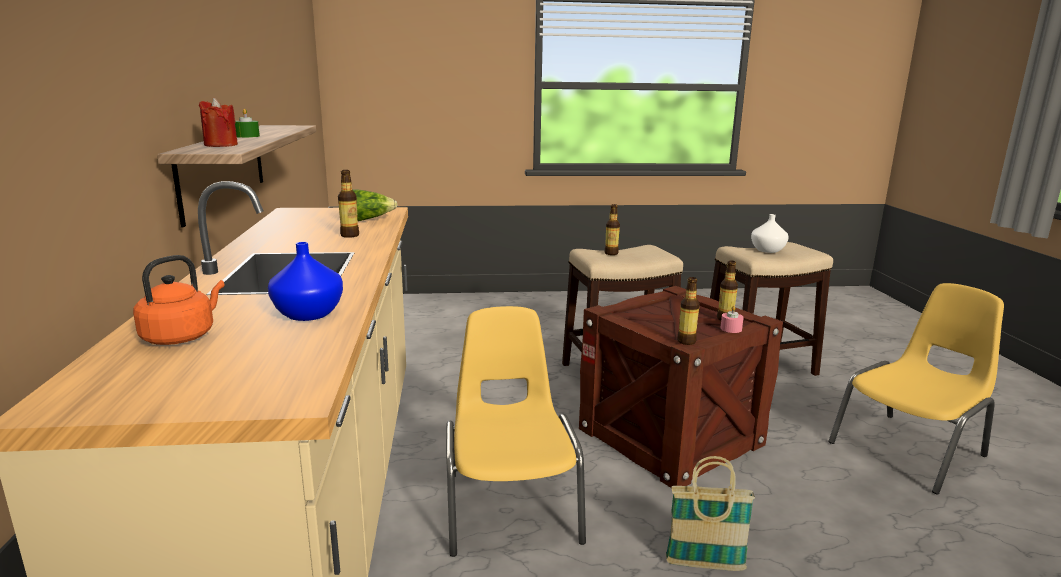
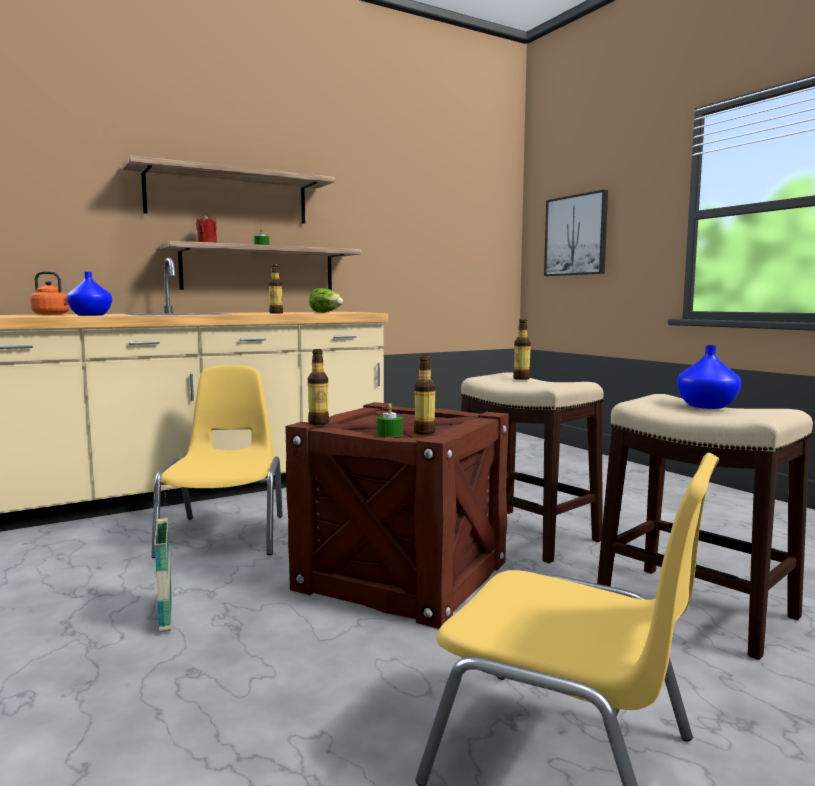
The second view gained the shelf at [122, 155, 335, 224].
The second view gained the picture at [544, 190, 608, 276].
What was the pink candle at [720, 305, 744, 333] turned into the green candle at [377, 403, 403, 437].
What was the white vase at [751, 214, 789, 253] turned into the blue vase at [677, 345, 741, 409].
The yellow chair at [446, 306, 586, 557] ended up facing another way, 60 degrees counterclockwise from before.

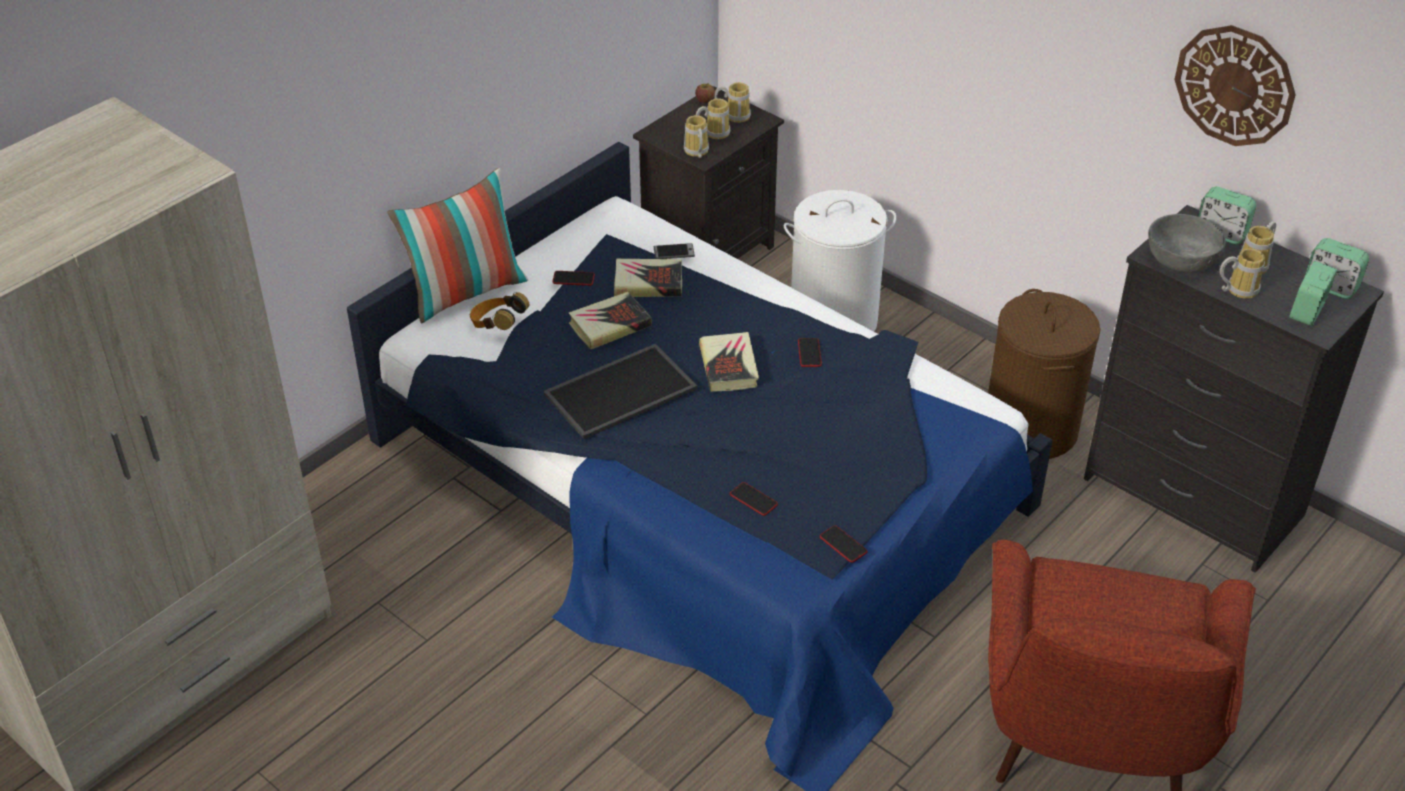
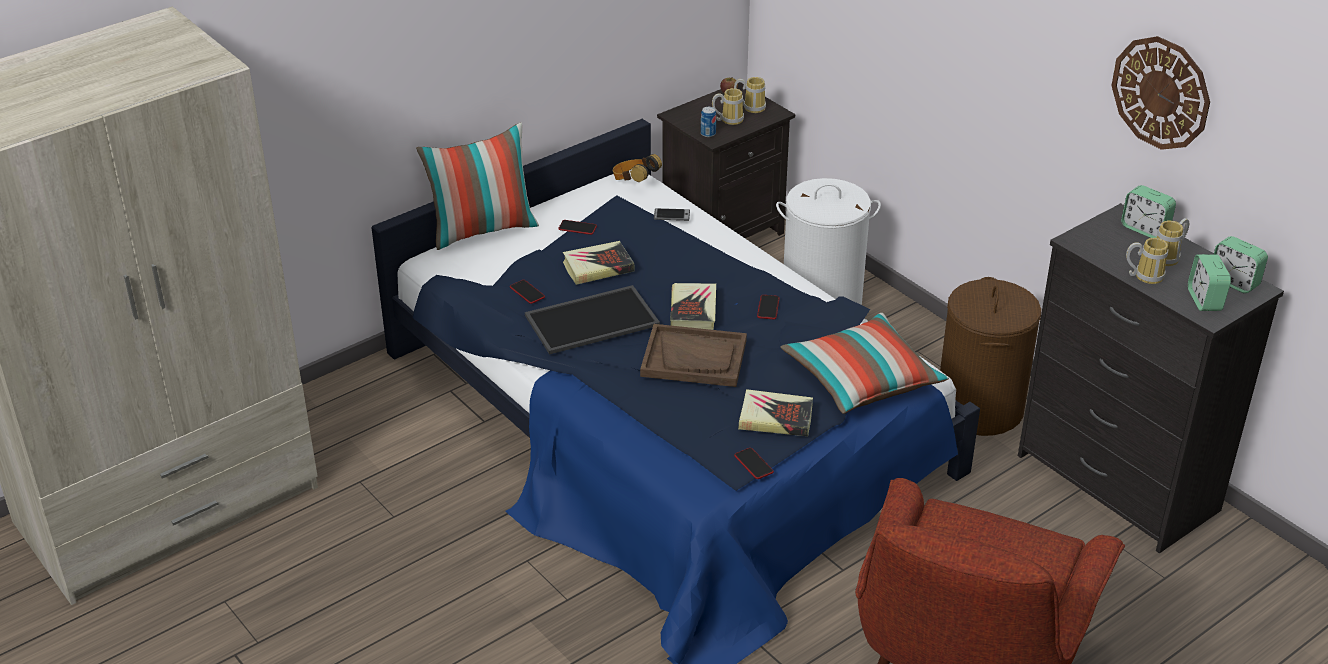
The second view lost the grey bowl at [1148, 214, 1226, 273].
The second view gained the brown tray at [640, 324, 747, 387].
The second view gained the pillow at [780, 313, 949, 414].
The headphones ended up elsewhere, having gone from [470, 292, 529, 330] to [613, 154, 662, 182].
The book ended up elsewhere, having gone from [614, 259, 682, 297] to [738, 389, 813, 436].
The phone ended up elsewhere, having gone from [730, 482, 778, 516] to [510, 280, 545, 304].
Where the mug stood at [684, 115, 709, 158], the can came to stand at [701, 107, 716, 137].
The alarm clock at [1289, 261, 1337, 326] ended up facing another way, 45 degrees counterclockwise from before.

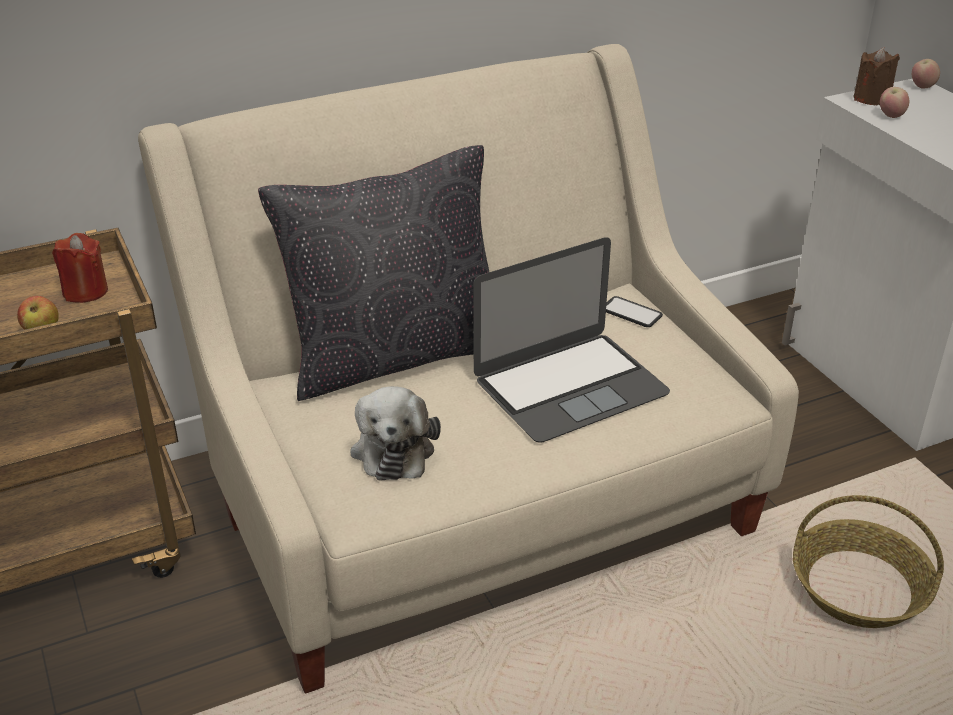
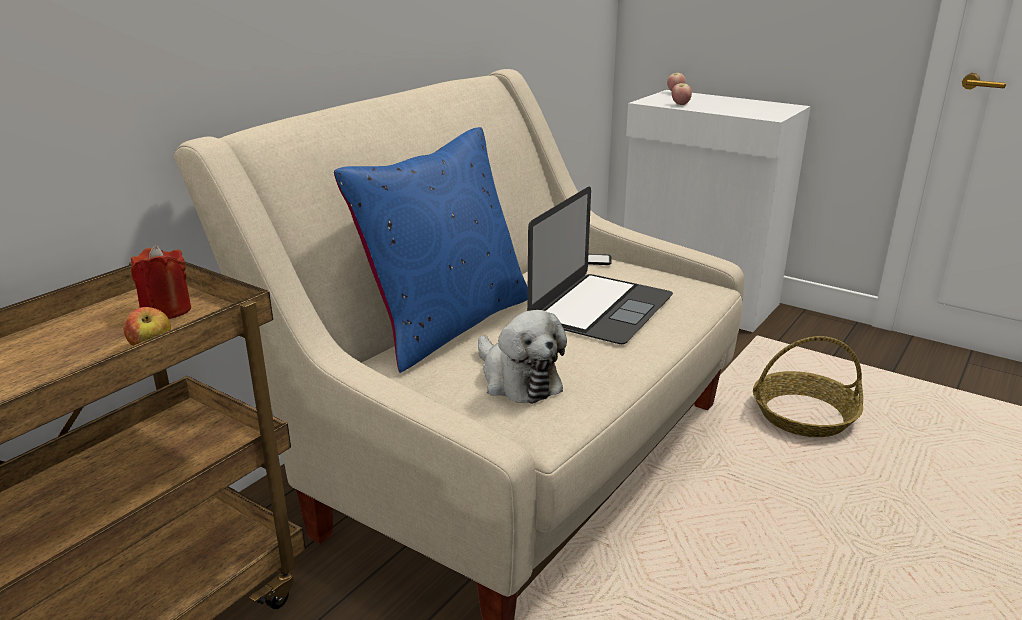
The second view lost the brown candle at [854, 47, 900, 105].
What was the black pillow at [258, 145, 489, 401] turned into the blue pillow at [334, 127, 528, 373].

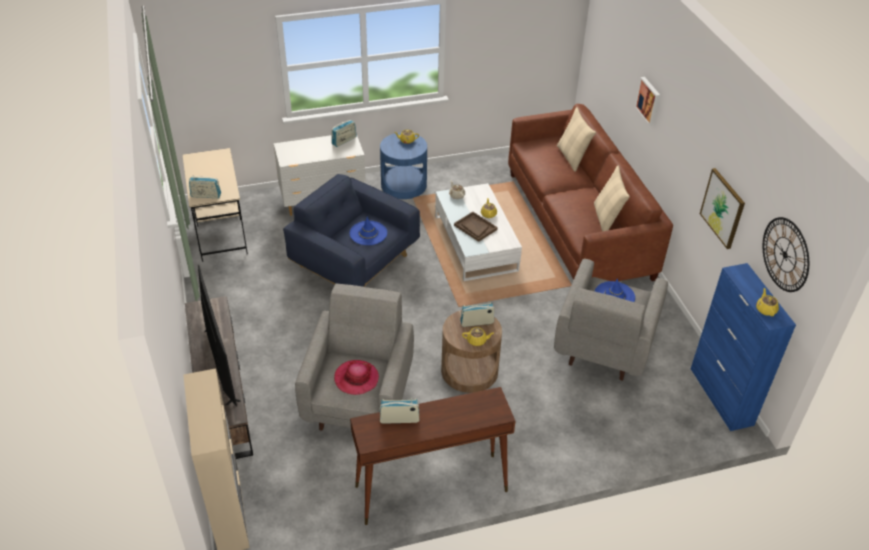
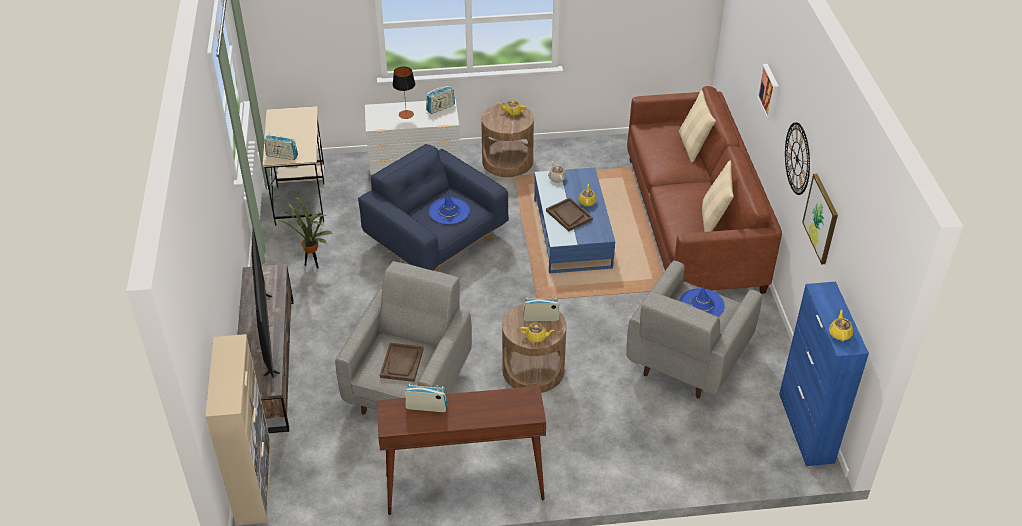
The second view gained the potted plant at [275, 196, 333, 269].
The second view gained the table lamp at [393, 67, 415, 119].
The wall clock ended up elsewhere, having gone from [763, 217, 809, 292] to [785, 122, 810, 195].
Where the hat stood at [334, 360, 379, 395], the brown tray came to stand at [380, 343, 424, 382].
What was the blue side table at [380, 132, 427, 199] turned into the brown side table at [481, 103, 534, 177].
What was the white coffee table at [435, 183, 522, 281] turned into the blue coffee table at [534, 168, 615, 273].

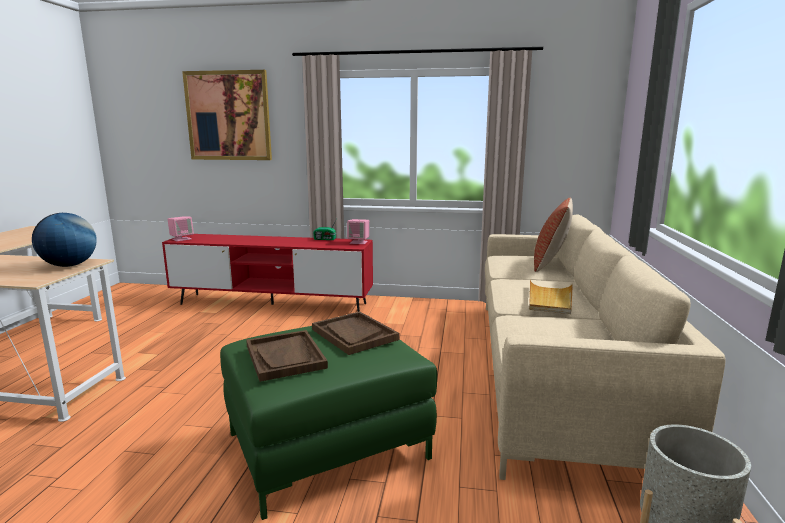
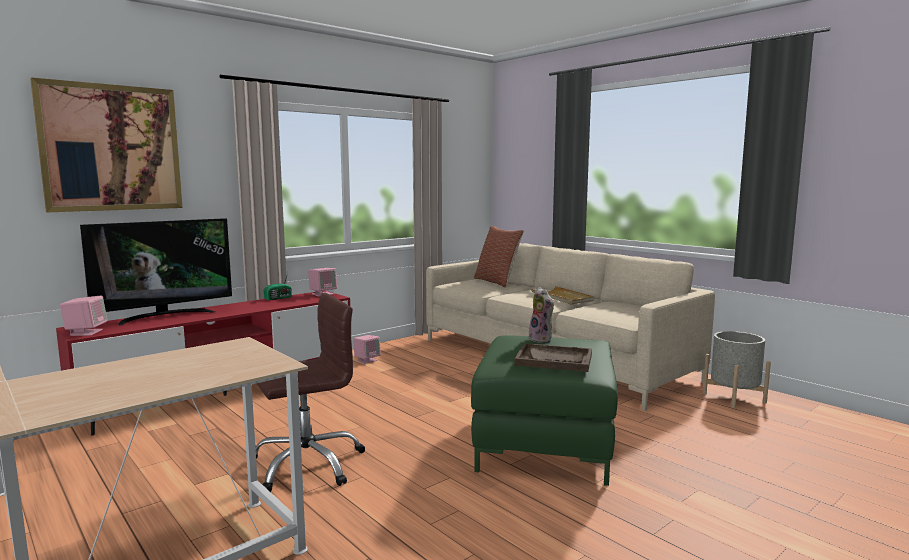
The second view lost the globe at [32, 213, 97, 267].
The second view gained the television at [80, 218, 232, 326].
The second view gained the brown office chair at [255, 292, 365, 492].
The second view gained the pink speaker at [353, 335, 381, 364].
Where the brown tray stood at [312, 311, 399, 355], the plush toy came to stand at [528, 287, 554, 343].

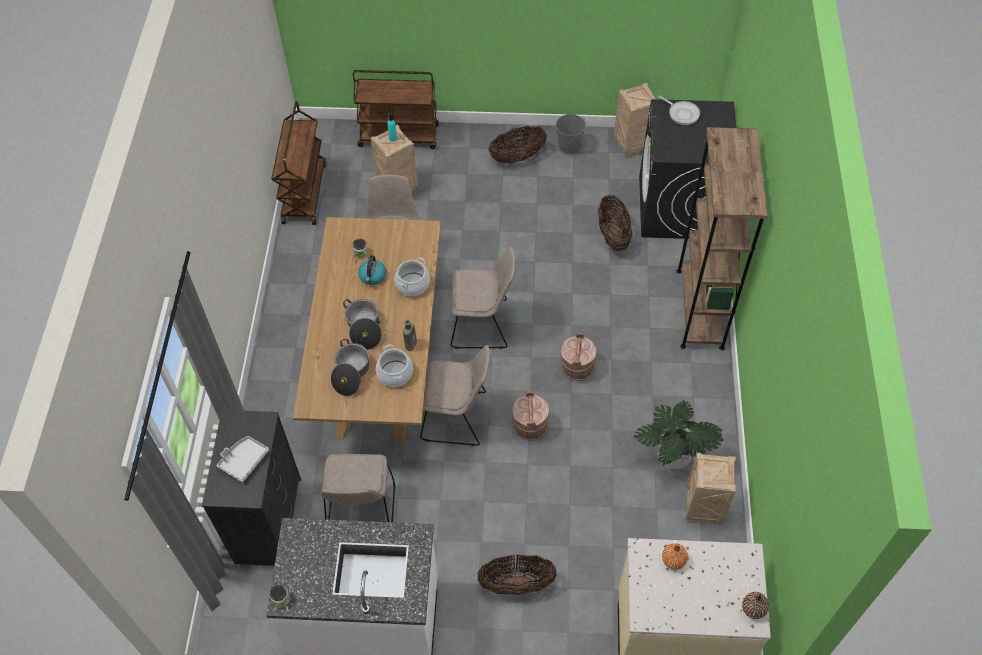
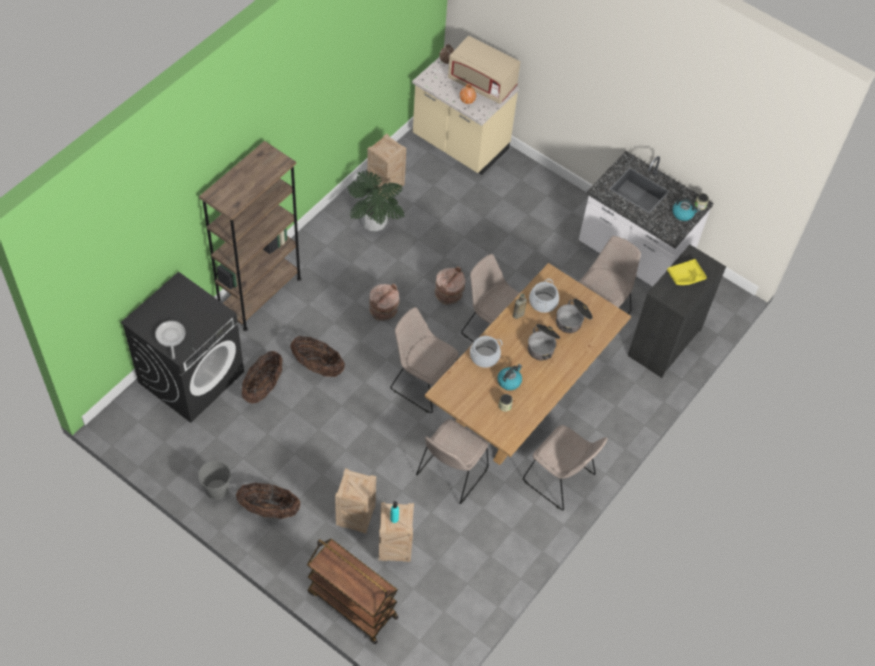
The second view lost the brown cart at [271, 101, 326, 225].
The second view gained the beige microwave at [448, 36, 520, 104].
The second view gained the beige chair at [523, 425, 608, 511].
The second view gained the kettle at [672, 198, 700, 221].
The basket ended up elsewhere, having gone from [477, 555, 557, 595] to [290, 336, 345, 377].
The crate ended up elsewhere, having gone from [614, 83, 655, 156] to [335, 468, 376, 533].
What was the grey tray at [216, 436, 269, 482] turned into the yellow tray at [667, 259, 707, 285].

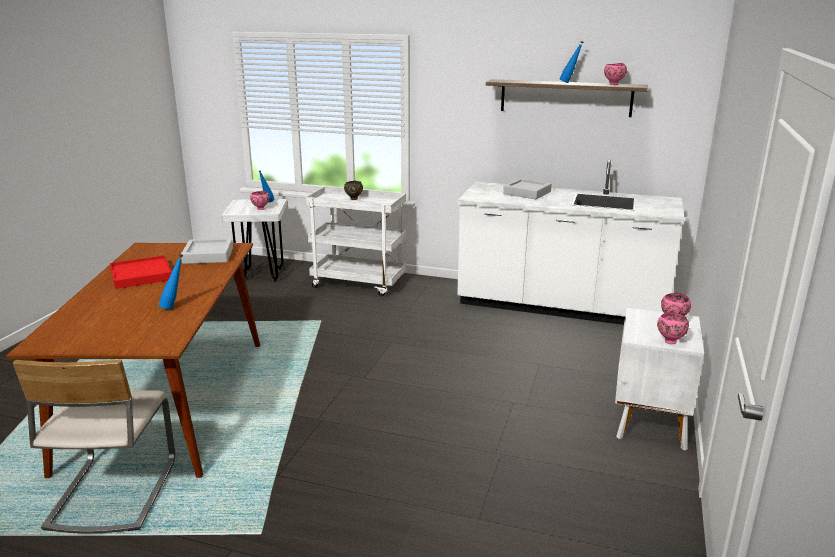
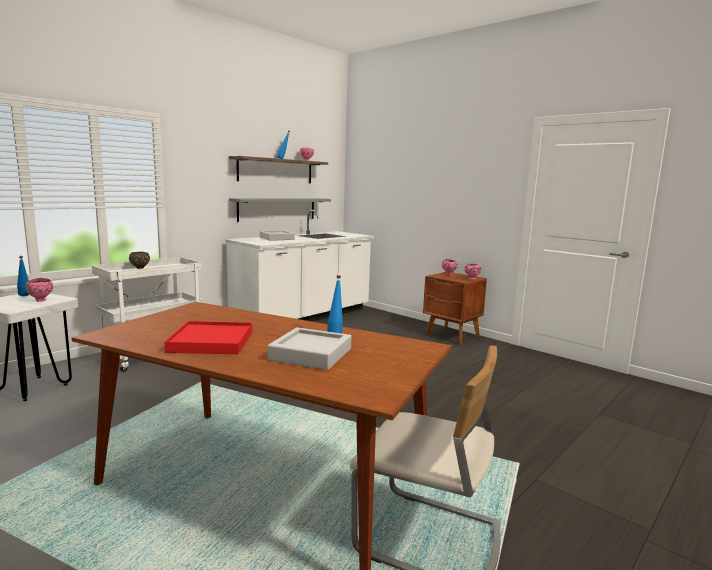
The second view gained the grey shelf at [229, 198, 331, 222].
The grey tray ended up elsewhere, having gone from [181, 238, 233, 264] to [267, 327, 351, 370].
What was the white nightstand at [615, 308, 704, 451] turned into the brown nightstand at [423, 272, 487, 345].

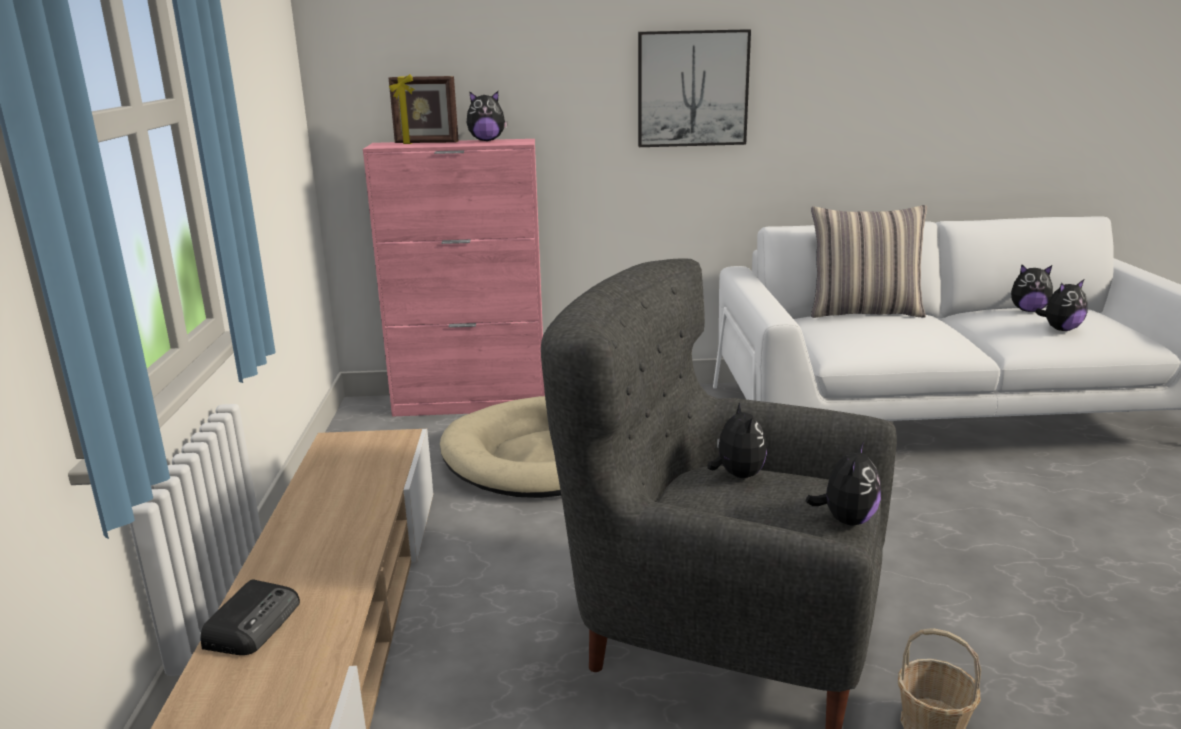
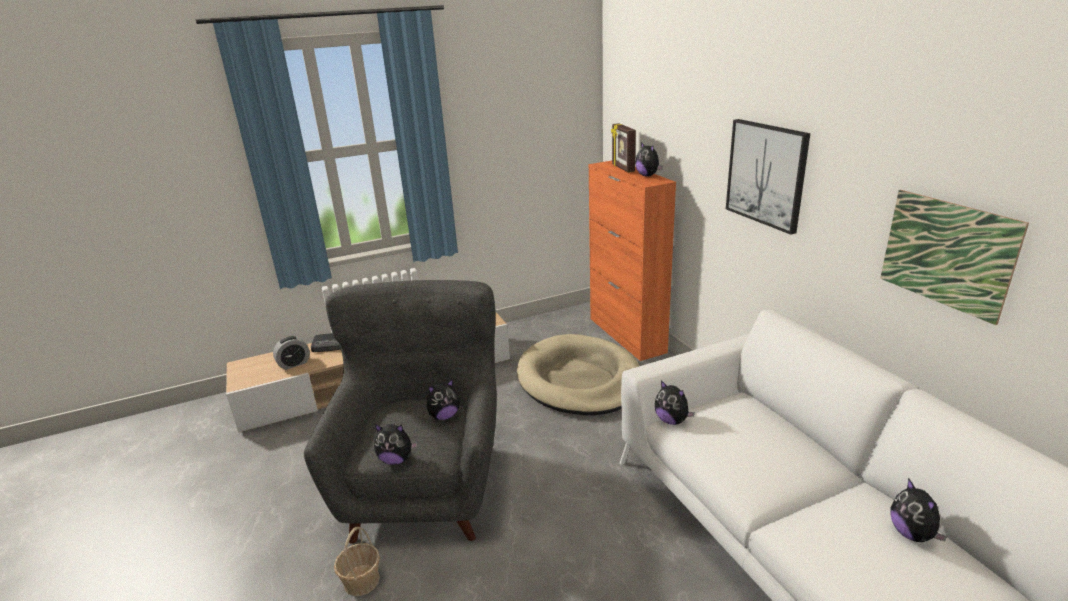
The second view lost the pillow at [811, 205, 927, 318].
The second view gained the alarm clock at [273, 336, 310, 370].
The second view gained the picture at [880, 190, 1029, 325].
The plush toy ended up elsewhere, having gone from [1035, 280, 1088, 331] to [655, 380, 695, 425].
What was the pink cabinet at [363, 139, 545, 417] turned into the orange cabinet at [588, 161, 676, 361].

